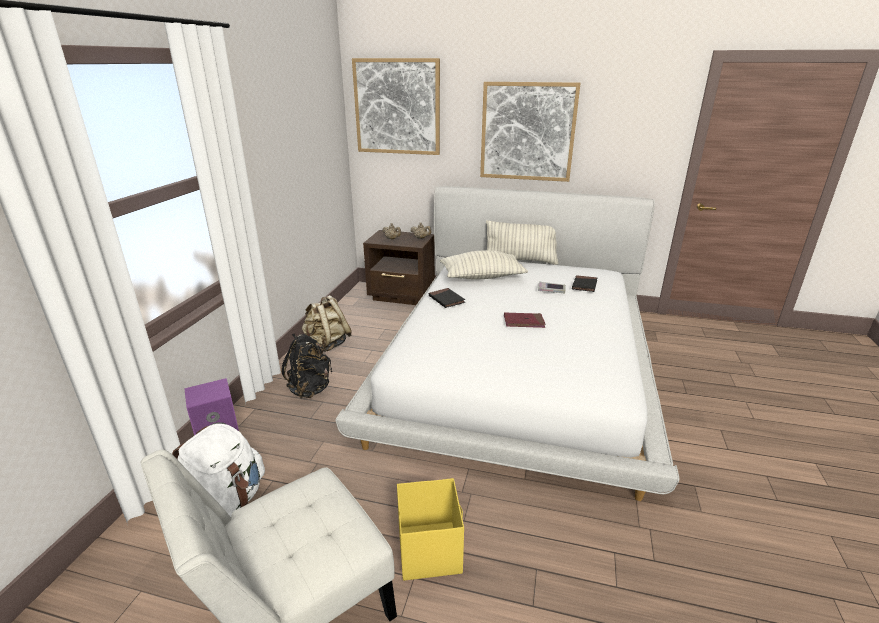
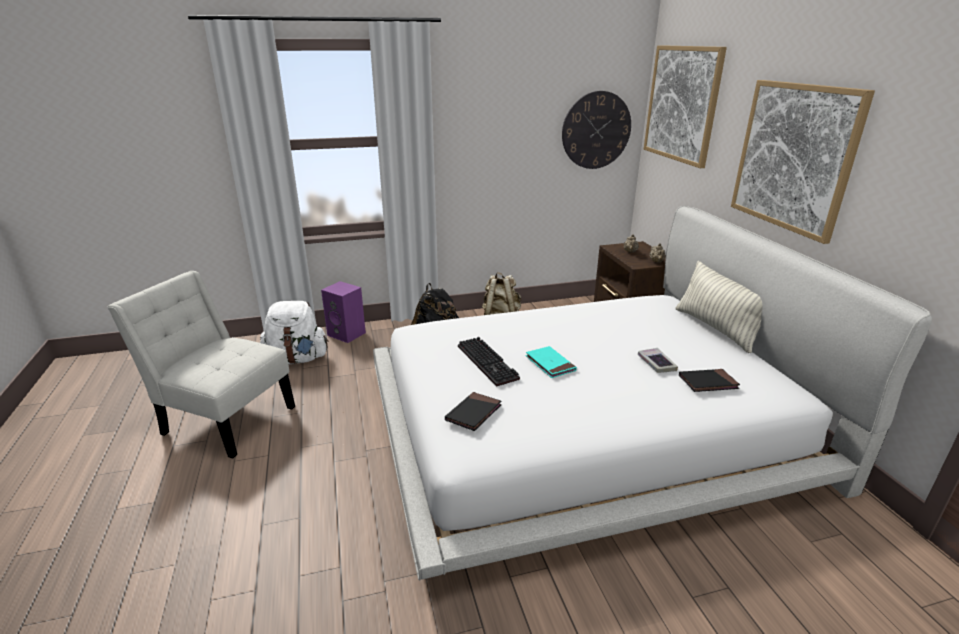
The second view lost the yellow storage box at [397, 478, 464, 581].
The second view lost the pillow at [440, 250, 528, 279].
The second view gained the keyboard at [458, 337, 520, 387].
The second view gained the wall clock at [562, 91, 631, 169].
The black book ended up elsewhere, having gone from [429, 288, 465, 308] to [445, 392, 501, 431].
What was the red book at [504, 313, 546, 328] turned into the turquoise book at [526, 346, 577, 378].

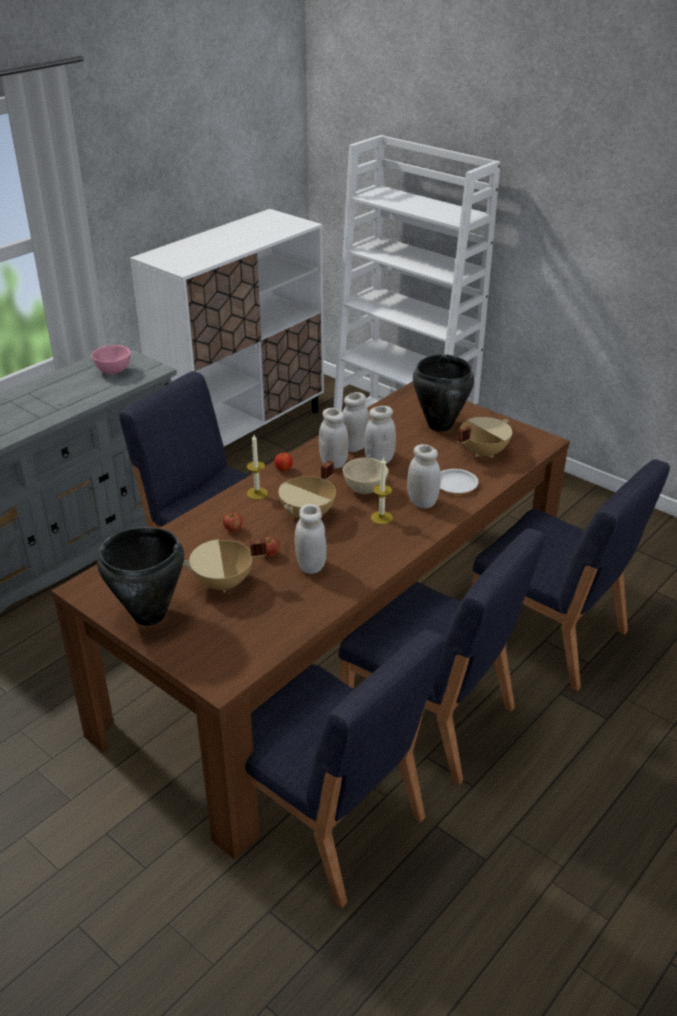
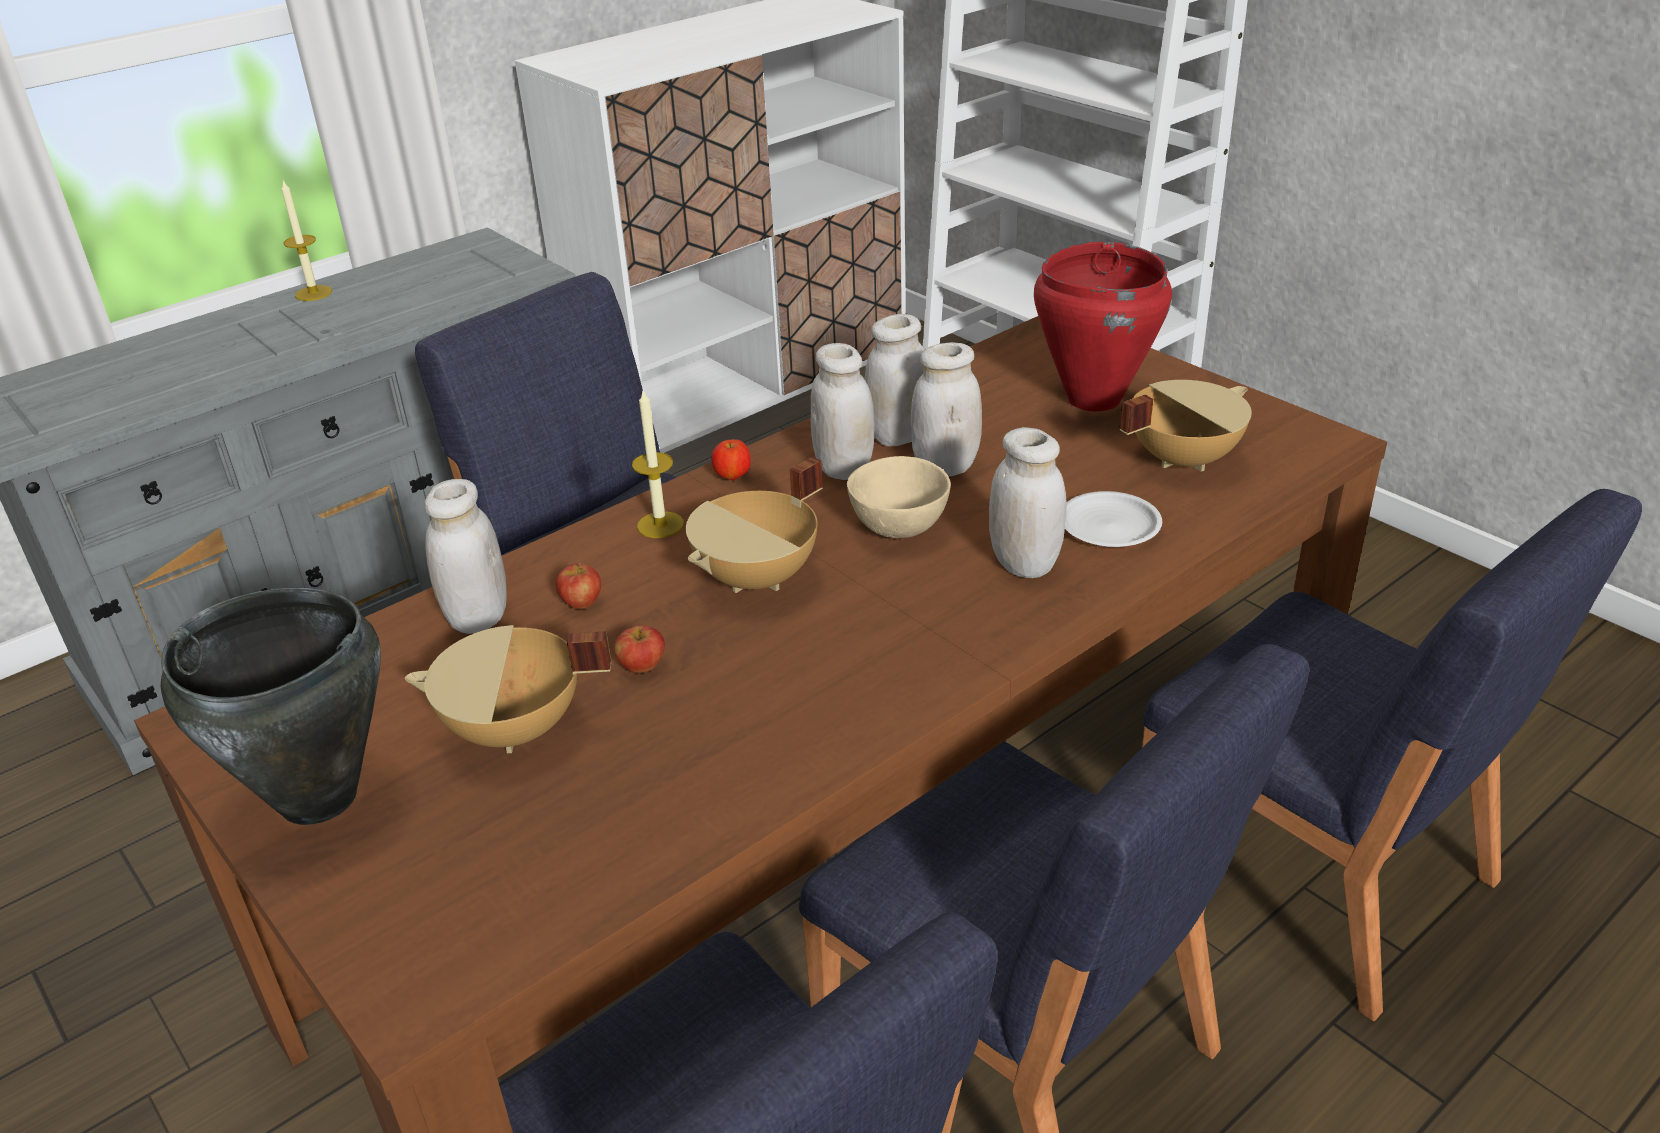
The second view lost the pink bowl at [91, 345, 131, 374].
The white jar ended up elsewhere, having gone from [294, 504, 326, 574] to [425, 479, 507, 634].
The candle ended up elsewhere, having gone from [371, 457, 393, 524] to [281, 180, 332, 301].
What was the black cooking pot at [413, 354, 474, 432] turned into the red cooking pot at [1034, 241, 1172, 412].

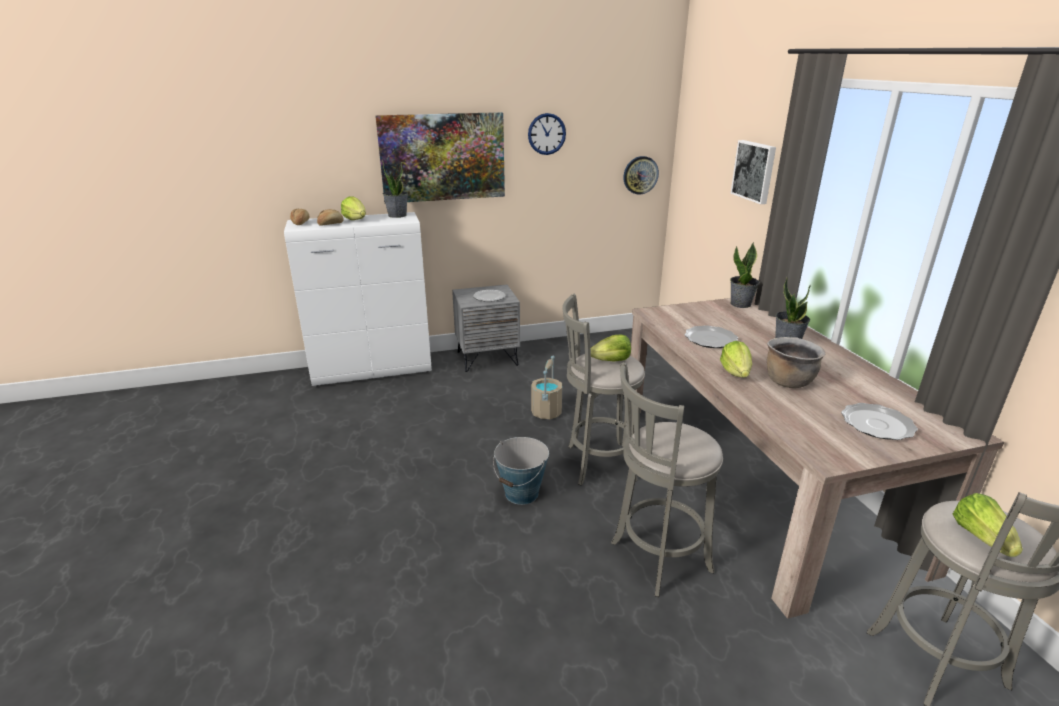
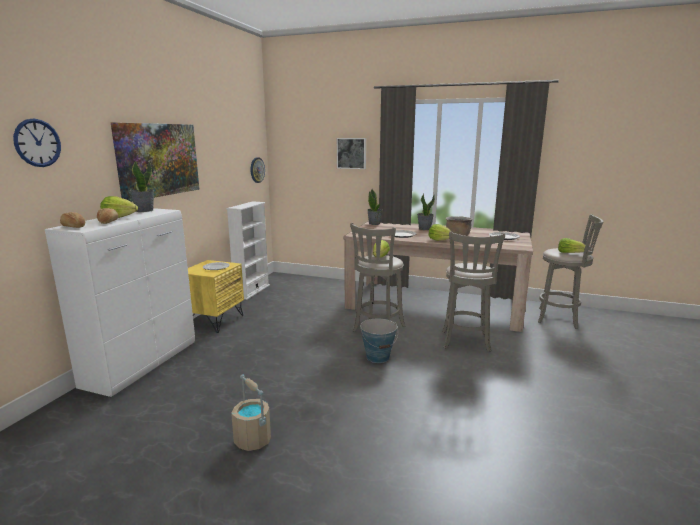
The second view gained the white bookcase at [226, 201, 270, 300].
The wall clock ended up elsewhere, having gone from [528, 113, 566, 155] to [13, 119, 61, 167].
The beige bucket ended up elsewhere, having gone from [531, 356, 562, 419] to [231, 375, 271, 451].
What was the grey nightstand at [452, 285, 520, 372] turned into the yellow nightstand at [188, 260, 244, 333].

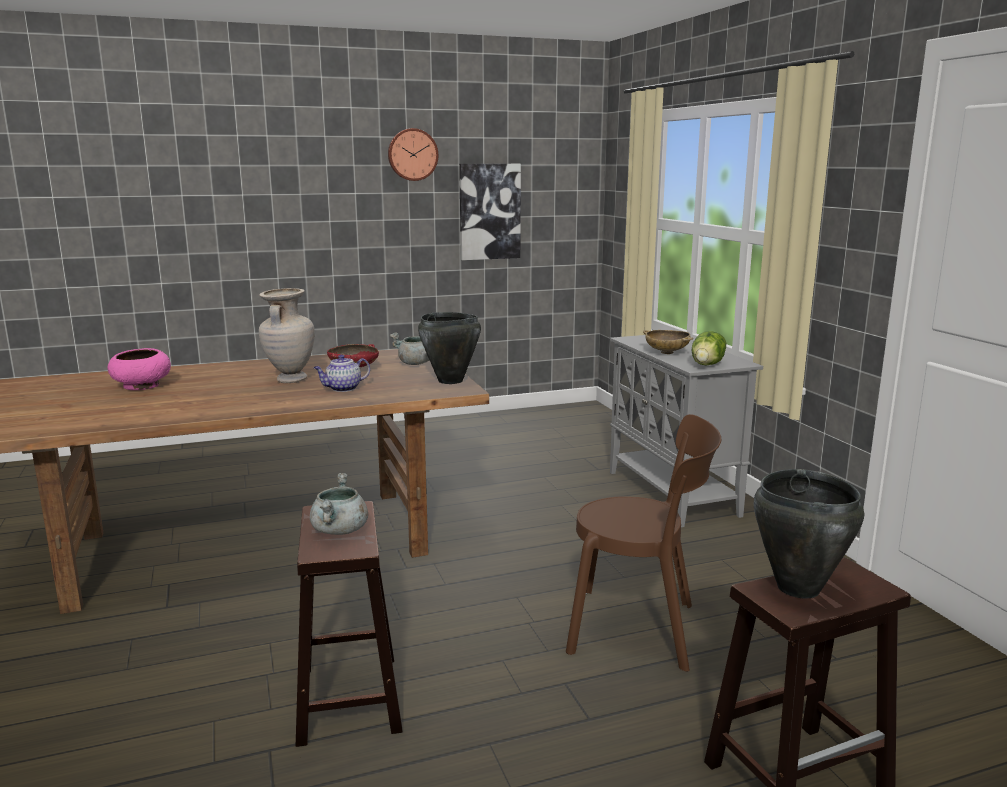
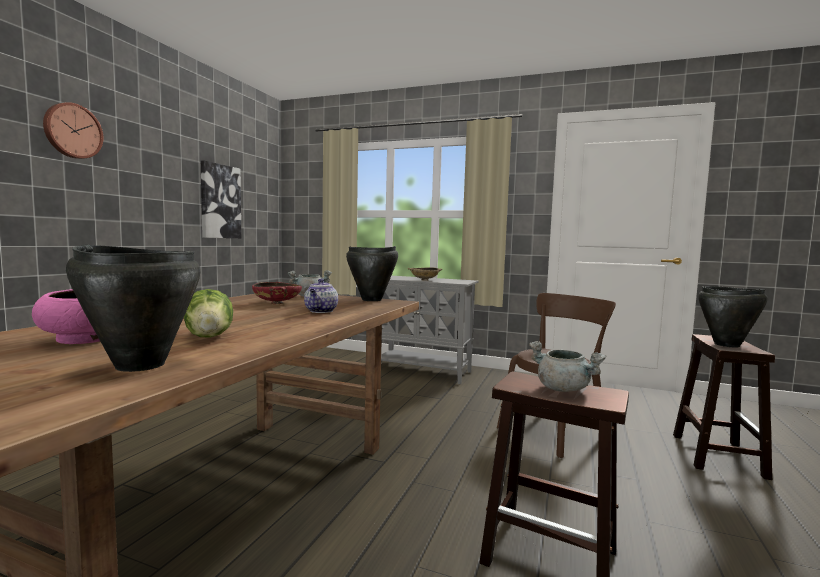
The second view lost the beige vase at [259, 288, 315, 383].
The second view gained the black cooking pot at [66, 245, 200, 372].
The wall clock ended up elsewhere, having gone from [388, 128, 438, 181] to [43, 102, 104, 159].
The lettuce ended up elsewhere, having gone from [692, 331, 726, 366] to [184, 289, 233, 337].

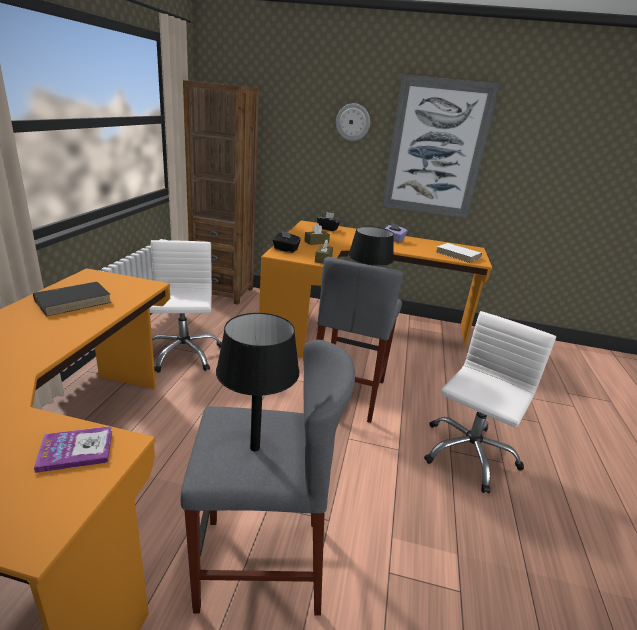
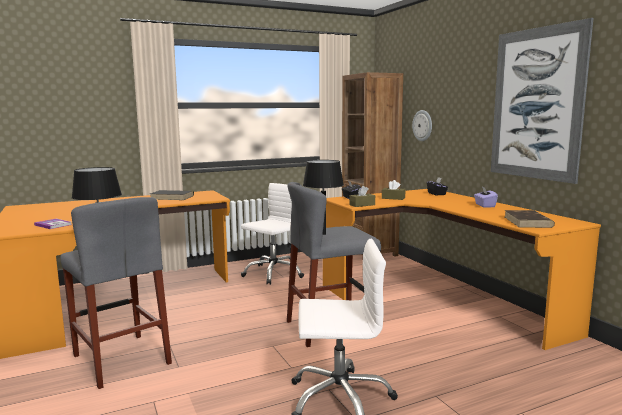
The wall clock ended up elsewhere, having gone from [336, 103, 370, 141] to [412, 110, 432, 141].
What was the white book at [436, 243, 482, 263] turned into the brown book at [505, 210, 555, 228].

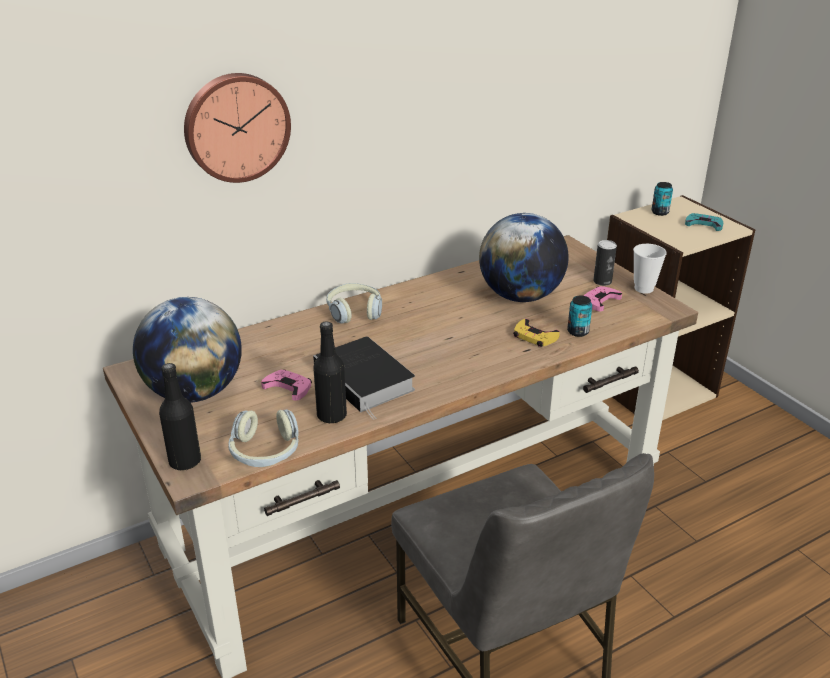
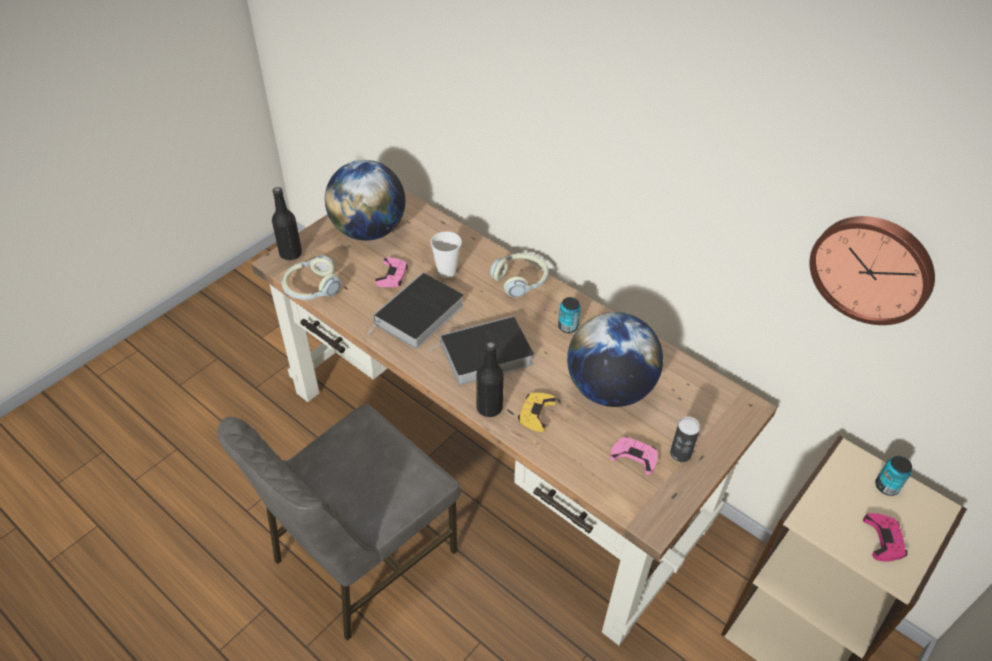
The second view gained the book at [427, 316, 534, 385].
The wall clock ended up elsewhere, having gone from [184, 73, 291, 183] to [810, 216, 935, 325].
The black bottle ended up elsewhere, having gone from [313, 321, 347, 424] to [476, 342, 504, 417].
The can ended up elsewhere, having gone from [567, 296, 592, 337] to [558, 297, 581, 333].
The cup ended up elsewhere, having gone from [633, 244, 667, 294] to [431, 231, 462, 278].
What was the turquoise game controller at [685, 213, 723, 231] turned into the pink game controller at [863, 513, 908, 562].

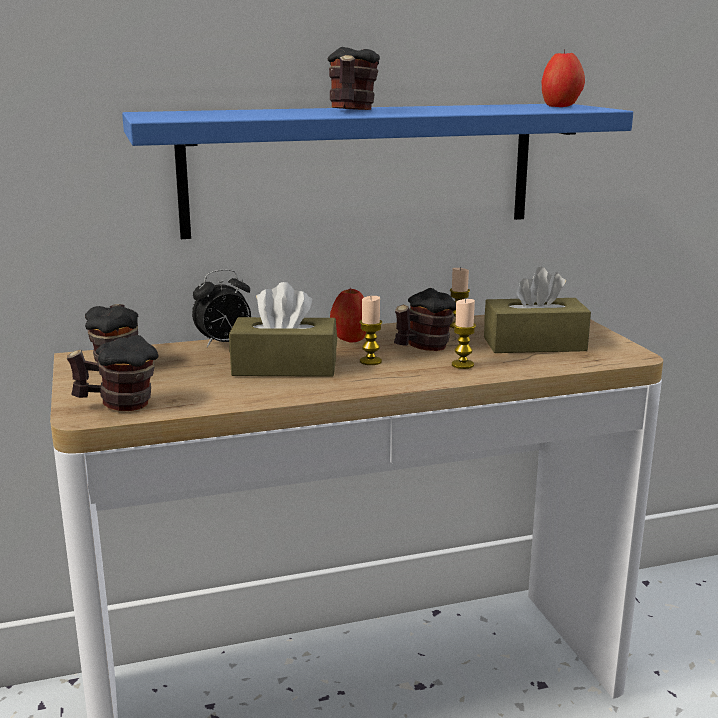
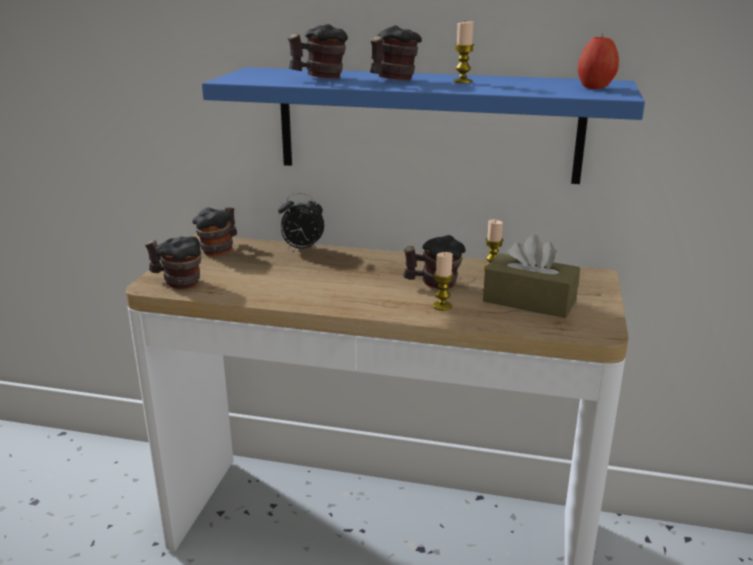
The second view lost the brown tissue box at [229, 282, 337, 377].
The second view lost the apple at [330, 288, 366, 342].
The second view gained the mug at [288, 24, 348, 79].
The candle ended up elsewhere, having gone from [360, 296, 382, 365] to [453, 20, 474, 83].

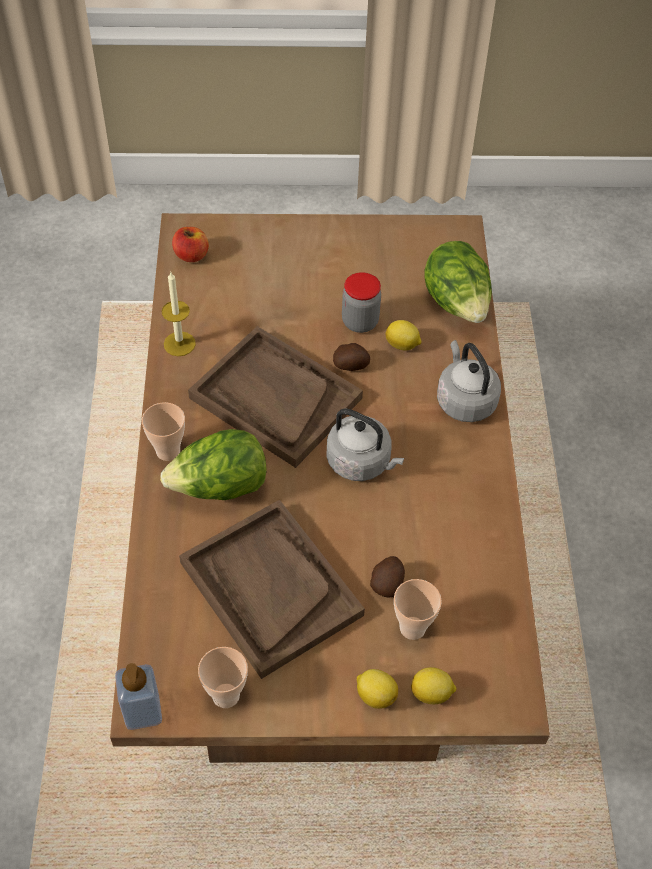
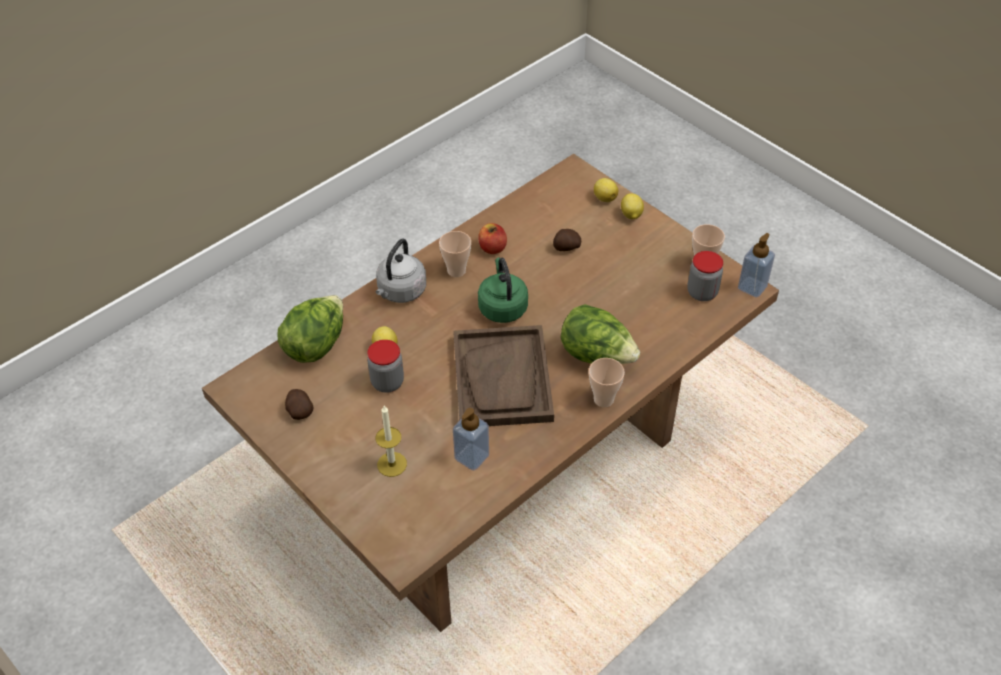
The second view lost the brown tray at [179, 500, 365, 679].
The second view gained the soap dispenser at [453, 408, 489, 470].
The second view gained the jar at [687, 251, 723, 301].
The candle ended up elsewhere, having gone from [162, 272, 196, 356] to [375, 406, 407, 477].
The apple ended up elsewhere, having gone from [172, 227, 209, 262] to [478, 223, 507, 254].
The potato ended up elsewhere, having gone from [333, 343, 370, 371] to [285, 389, 314, 420].
The cup ended up elsewhere, having gone from [394, 579, 442, 640] to [439, 231, 471, 277].
What was the grey kettle at [326, 409, 404, 481] turned into the green kettle at [478, 258, 528, 323].

